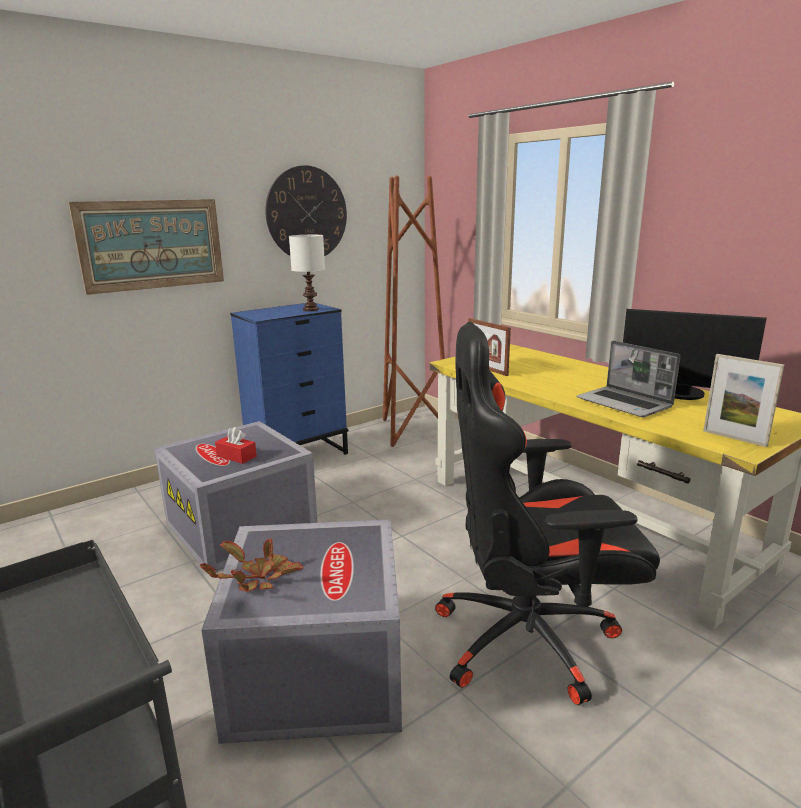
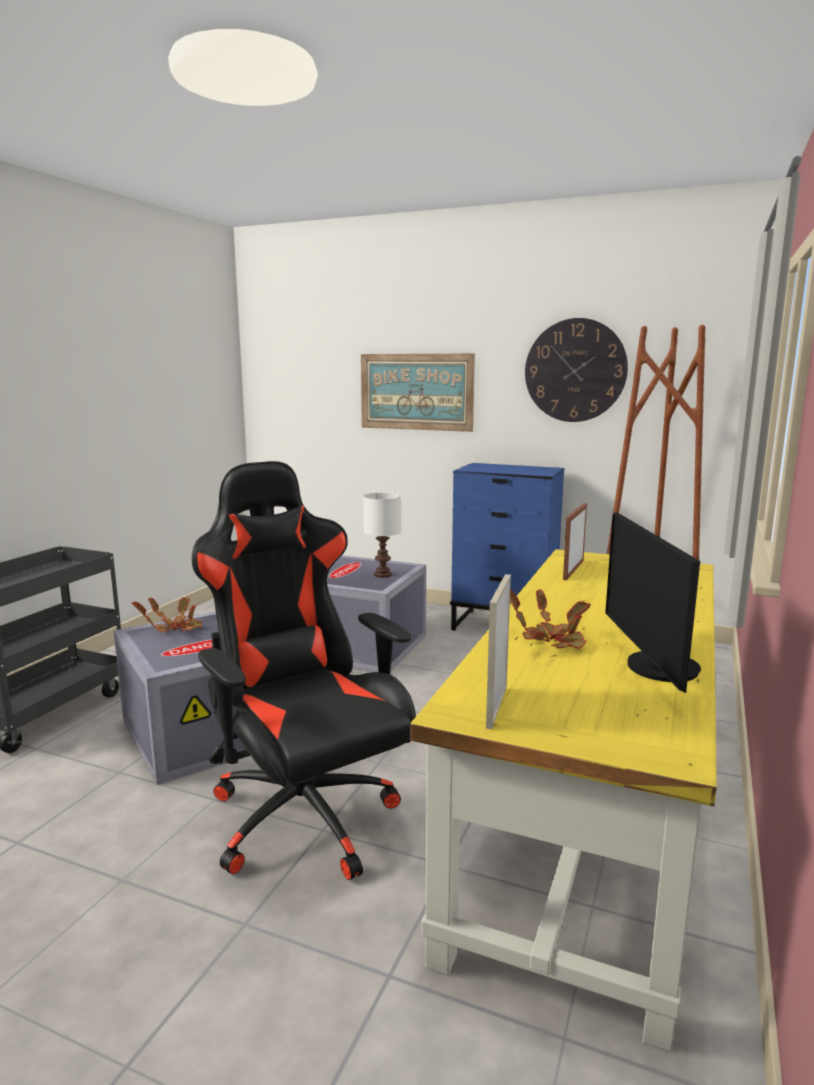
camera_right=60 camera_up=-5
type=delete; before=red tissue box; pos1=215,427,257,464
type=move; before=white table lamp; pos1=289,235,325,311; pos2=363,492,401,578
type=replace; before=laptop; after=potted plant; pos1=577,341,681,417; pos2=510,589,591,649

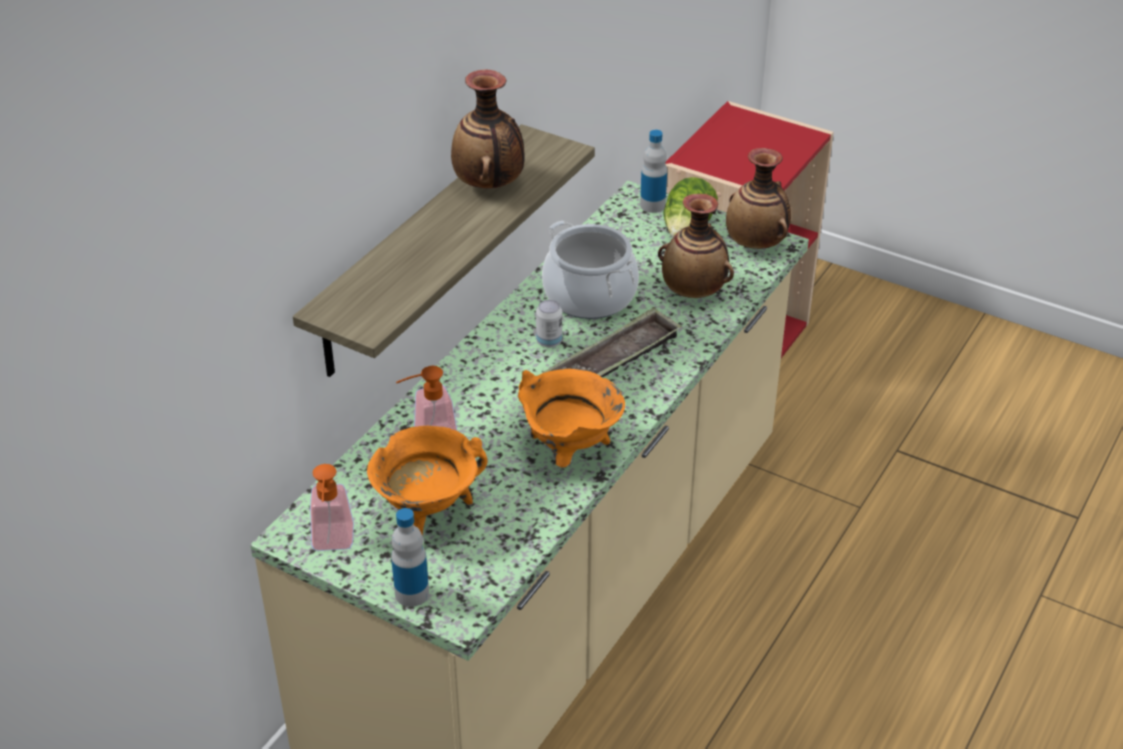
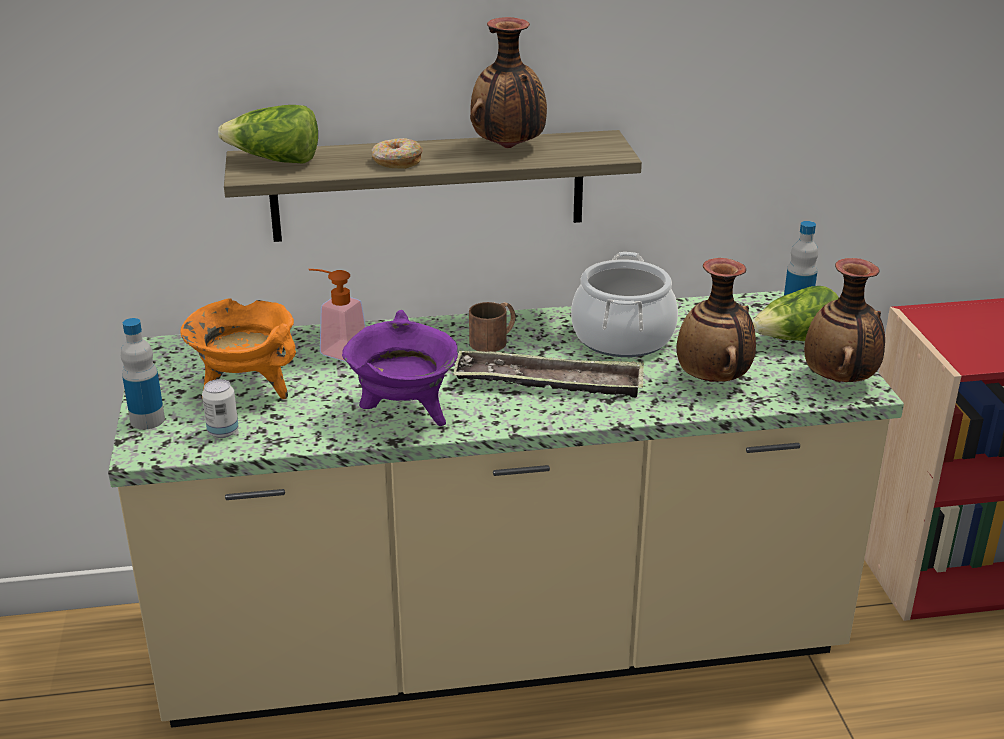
camera_right=50 camera_up=-10
type=delete; before=soap dispenser; pos1=310,464,354,551
type=insert; after=lettuce; pos2=218,105,318,163
type=insert; after=donut; pos2=371,138,423,169
type=insert; after=brown mug; pos2=469,302,516,352
type=move; before=can; pos1=536,300,562,348; pos2=202,379,239,438
type=recolor; before=orange cooking pot; after=purple cooking pot; pos1=518,369,625,467; pos2=342,310,458,426

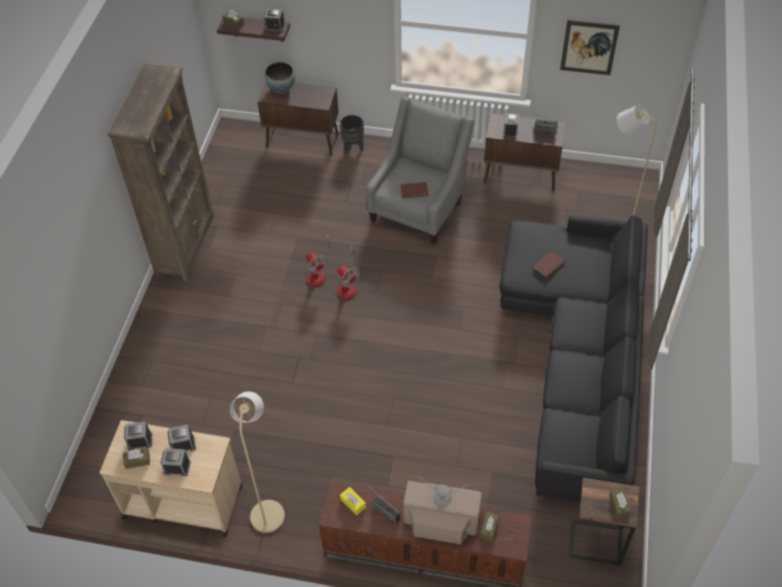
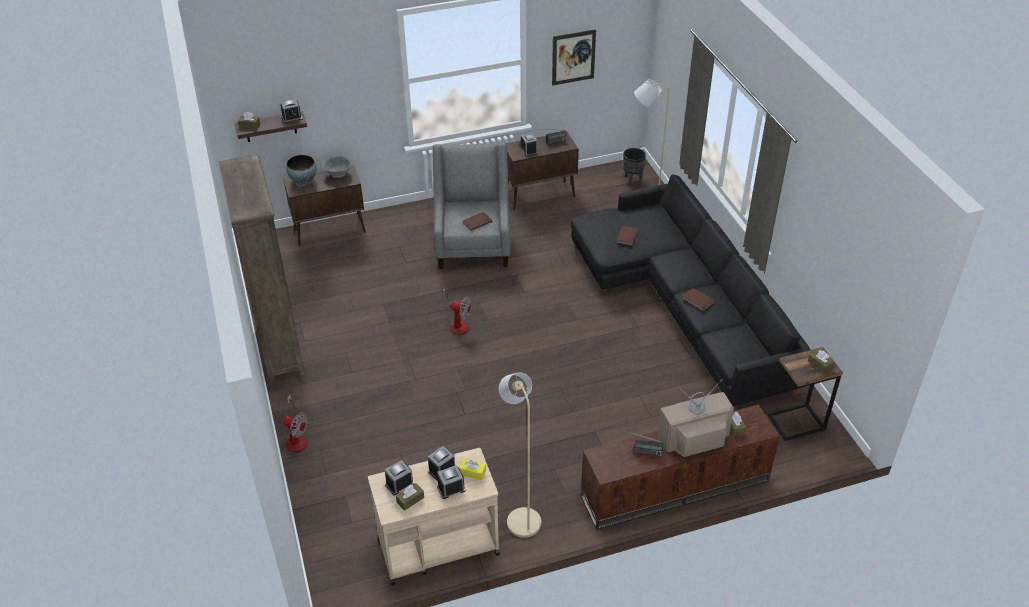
camera_right=-30 camera_up=-10
type=insert; after=grey bowl; pos2=323,156,352,178
type=insert; after=brown book; pos2=682,288,715,311
type=move; before=fan; pos1=306,234,332,287; pos2=283,395,308,453
type=move; before=black planter; pos1=340,115,364,153; pos2=623,148,646,186
type=move; before=yellow tissue box; pos1=340,487,366,516; pos2=459,458,486,480

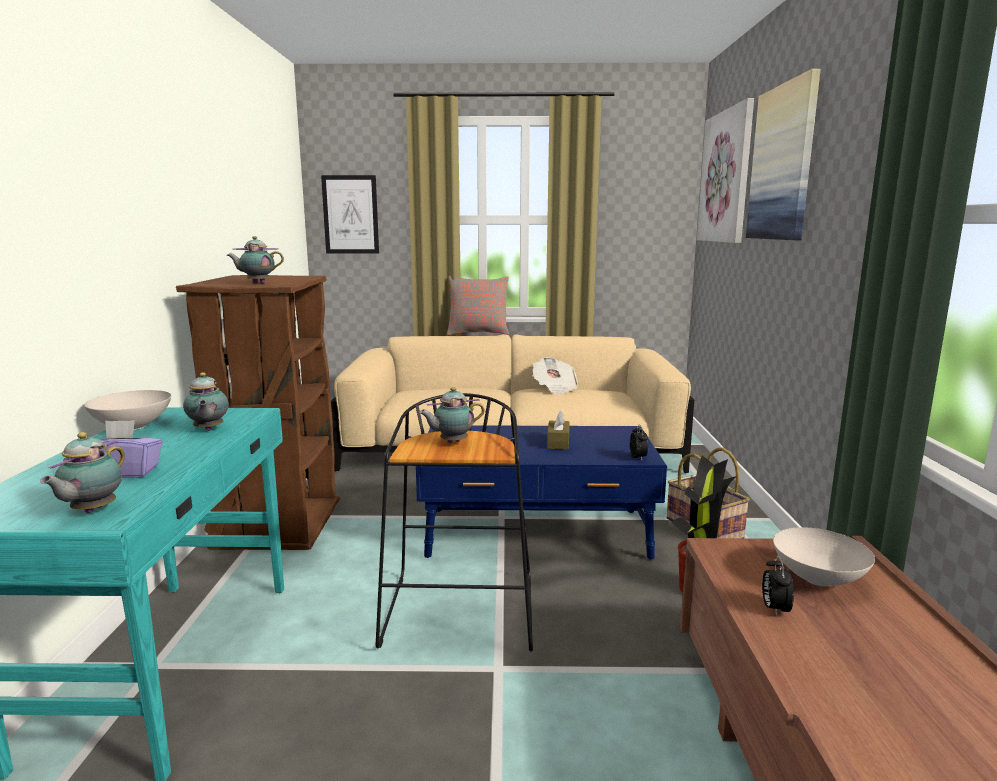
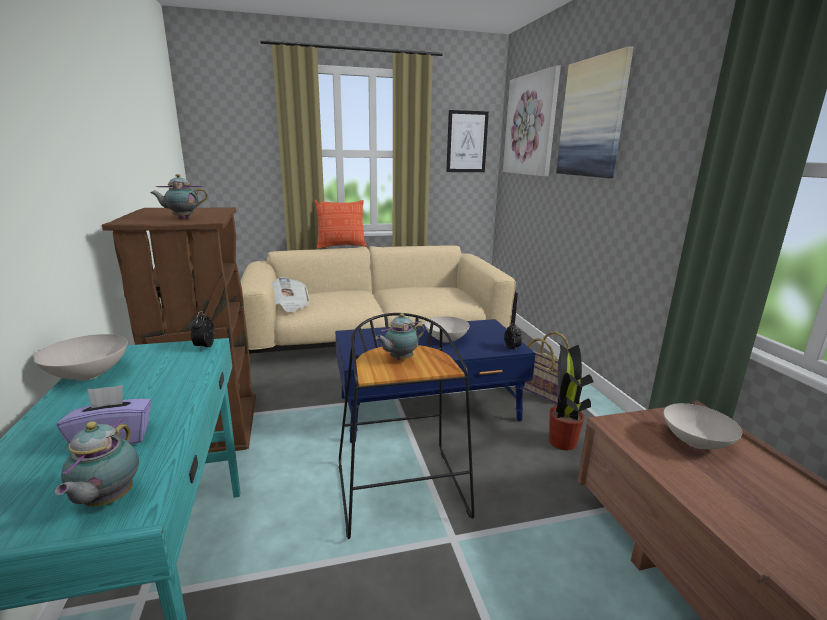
camera_right=-15 camera_up=5
type=delete; before=teapot; pos1=183,373,229,431
type=move; before=picture; pos1=321,175,379,253; pos2=446,110,489,172
type=move; before=newspaper; pos1=533,357,578,395; pos2=271,277,309,312
type=move; before=alarm clock; pos1=762,556,794,617; pos2=191,311,214,350
type=replace; before=brown tissue box; after=white bowl; pos1=547,411,570,450; pos2=425,316,470,343
type=recolor; before=grey pillow; after=orange pillow; pos1=447,276,509,335; pos2=314,200,367,249

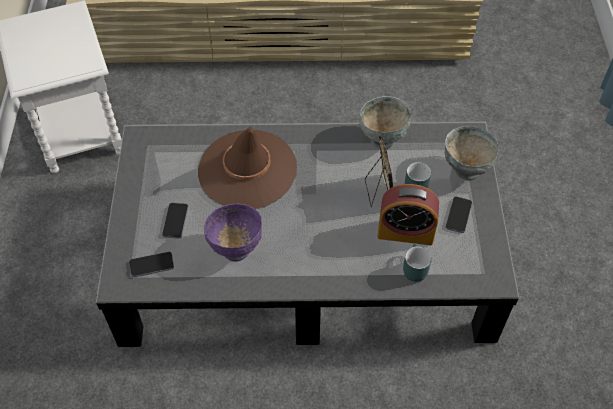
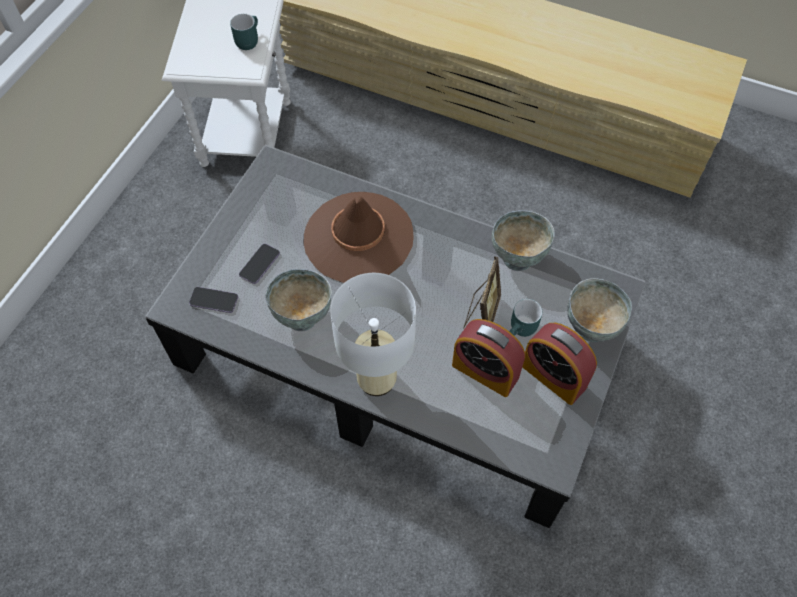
camera_right=25 camera_up=5
type=insert; after=white table lamp; pos2=330,273,416,396
type=move; before=turquoise mug; pos1=403,243,432,282; pos2=230,14,258,50
type=replace; before=phone; after=alarm clock; pos1=445,196,472,233; pos2=522,323,597,405
type=recolor; before=purple bowl; after=grey bowl; pos1=204,203,262,261; pos2=266,269,332,332

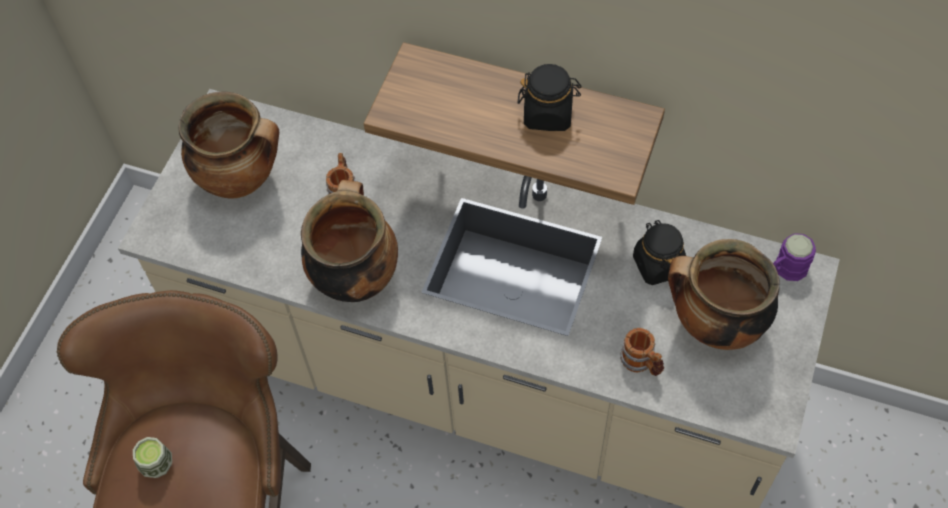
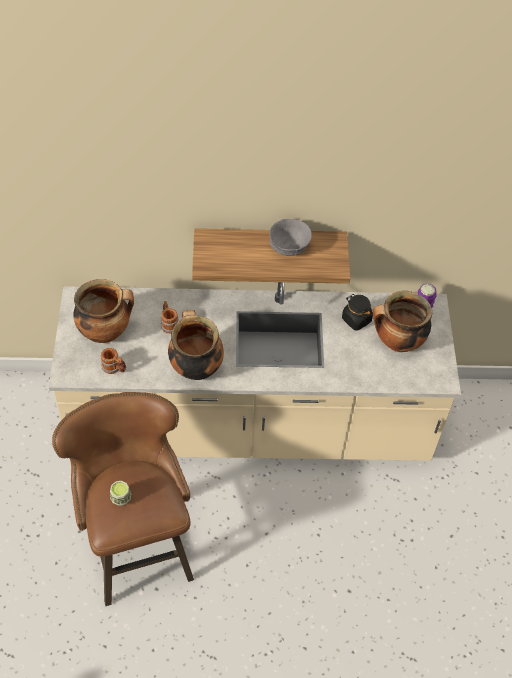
camera_right=-25 camera_up=-5
type=move; before=mug; pos1=620,328,664,376; pos2=101,348,126,374
type=replace; before=black jar; after=grey bowl; pos1=518,64,582,131; pos2=269,219,312,256

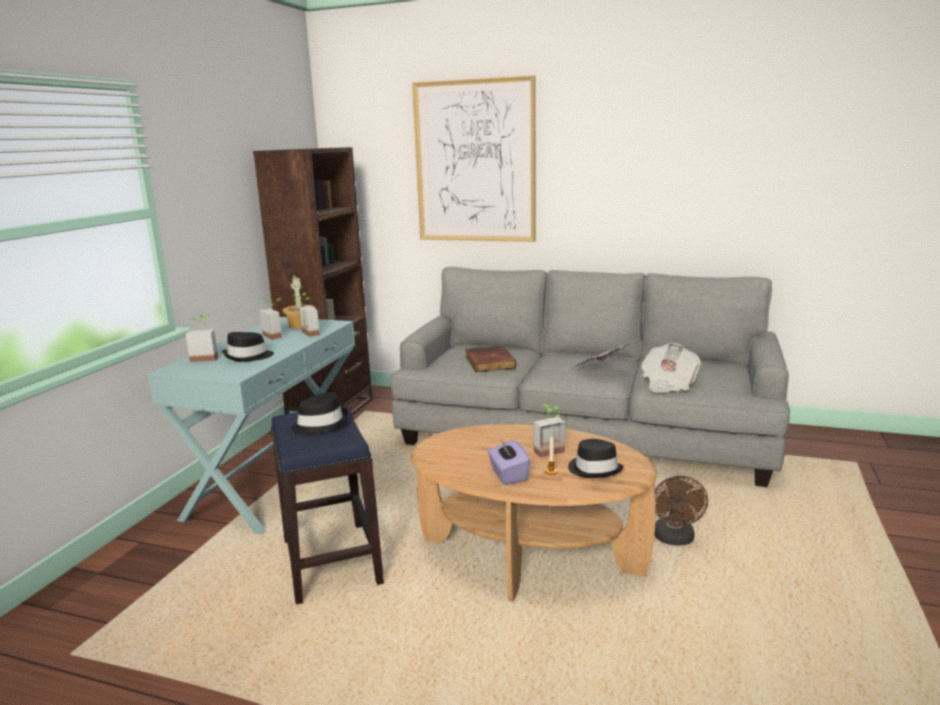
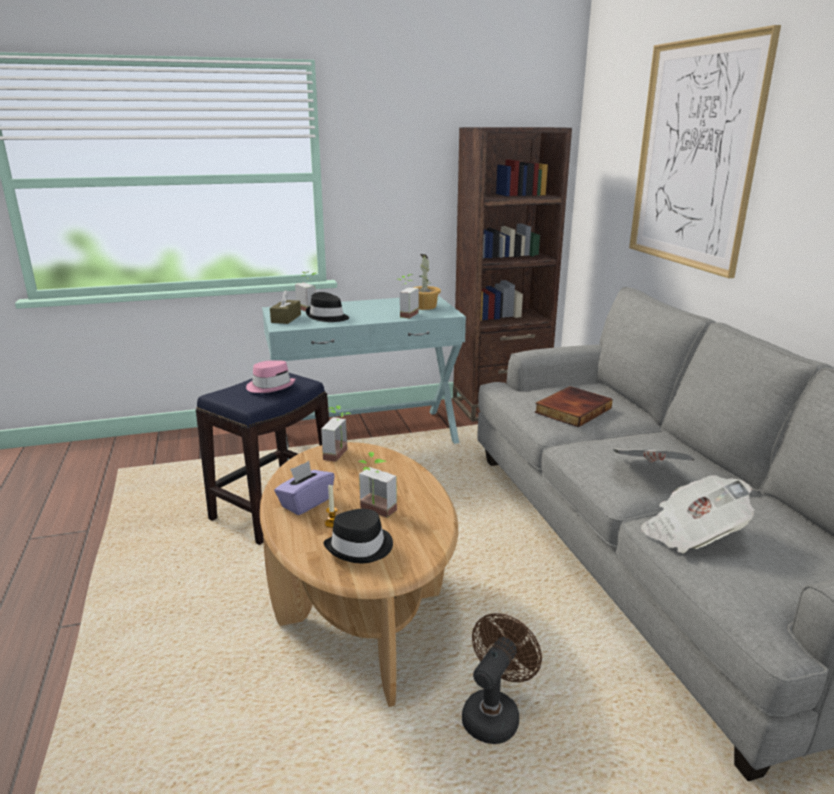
camera_right=55 camera_up=5
type=insert; after=brown tissue box; pos2=270,290,301,324
type=move; before=potted plant; pos1=260,297,282,340; pos2=321,405,351,462
type=recolor; before=black hat; after=pink hat; pos1=291,392,348,435; pos2=246,361,295,393
type=rotate; before=brown fan; pos1=654,476,708,545; pos2=462,613,542,744; turn=150

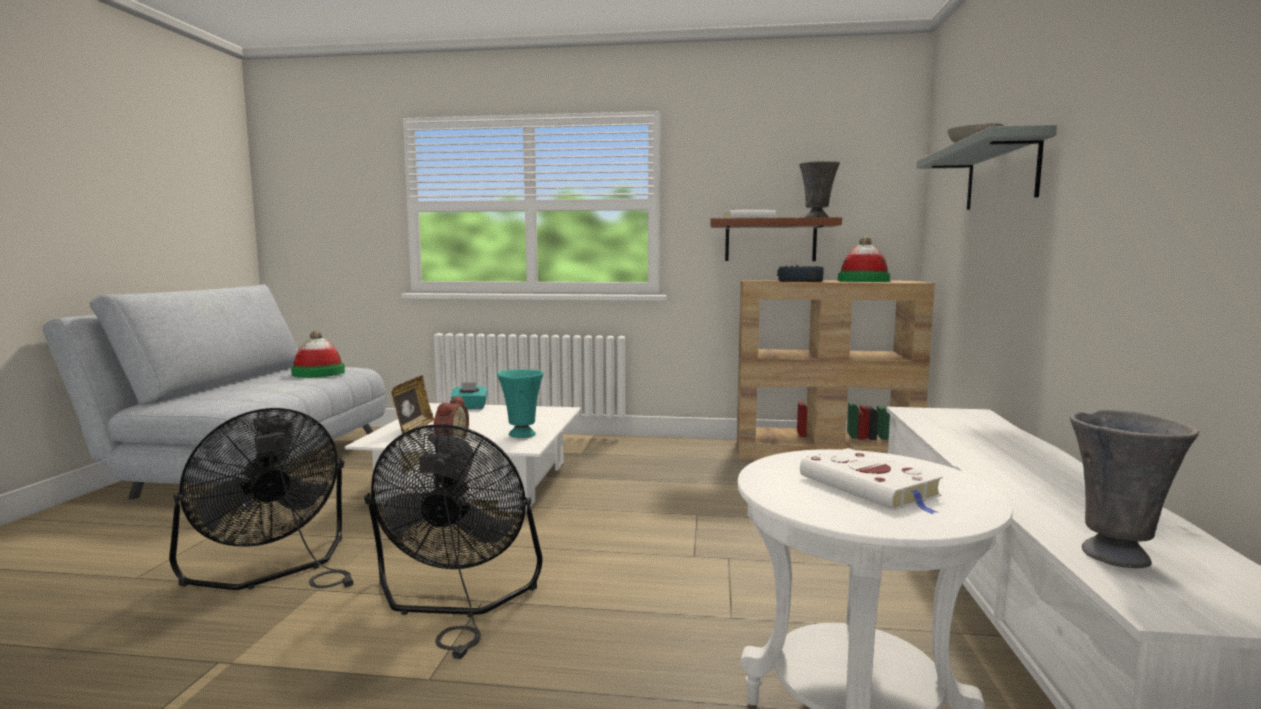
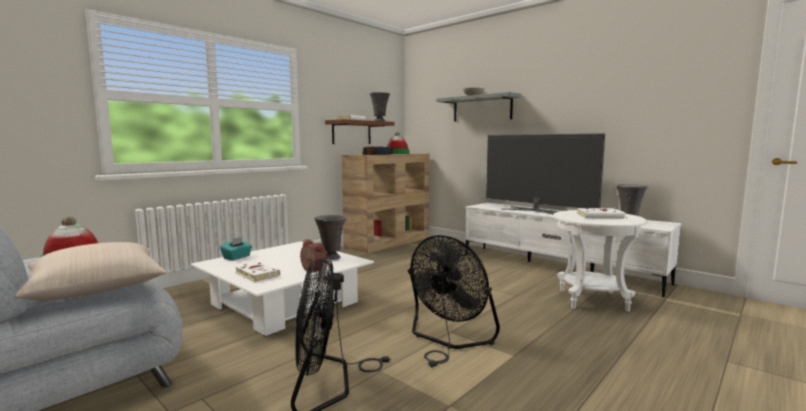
camera_right=-55 camera_up=0
type=insert; after=beige pillow; pos2=15,242,166,300
type=insert; after=television; pos2=486,133,605,214
type=replace; before=picture frame; after=white book; pos1=391,376,434,435; pos2=235,261,281,282
type=recolor; before=turquoise vase; after=grey vase; pos1=497,369,544,438; pos2=314,215,346,260
type=rotate; before=black fan; pos1=364,424,542,659; pos2=408,235,500,367; turn=90

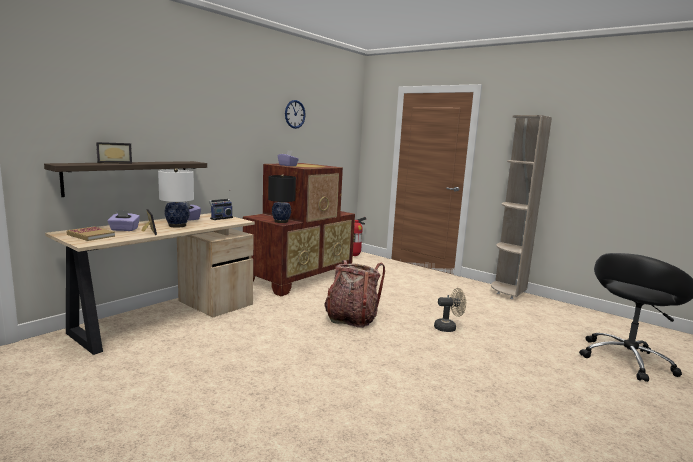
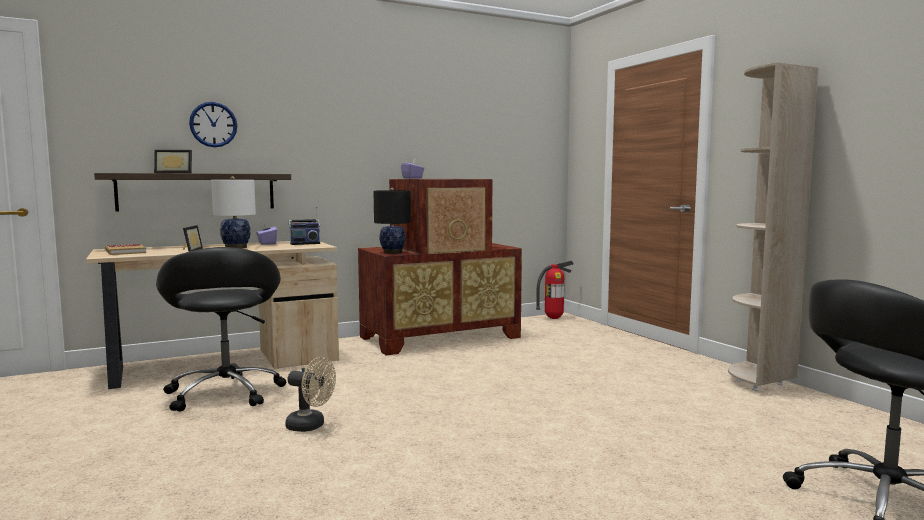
camera_right=25 camera_up=-5
type=delete; before=purple tissue box; pos1=107,210,140,231
type=delete; before=backpack; pos1=324,260,385,328
type=insert; after=black office chair; pos2=156,247,286,412
type=move; before=wall clock; pos1=285,100,306,129; pos2=189,102,237,147
type=move; before=beige fan; pos1=434,288,466,332; pos2=285,357,336,432

